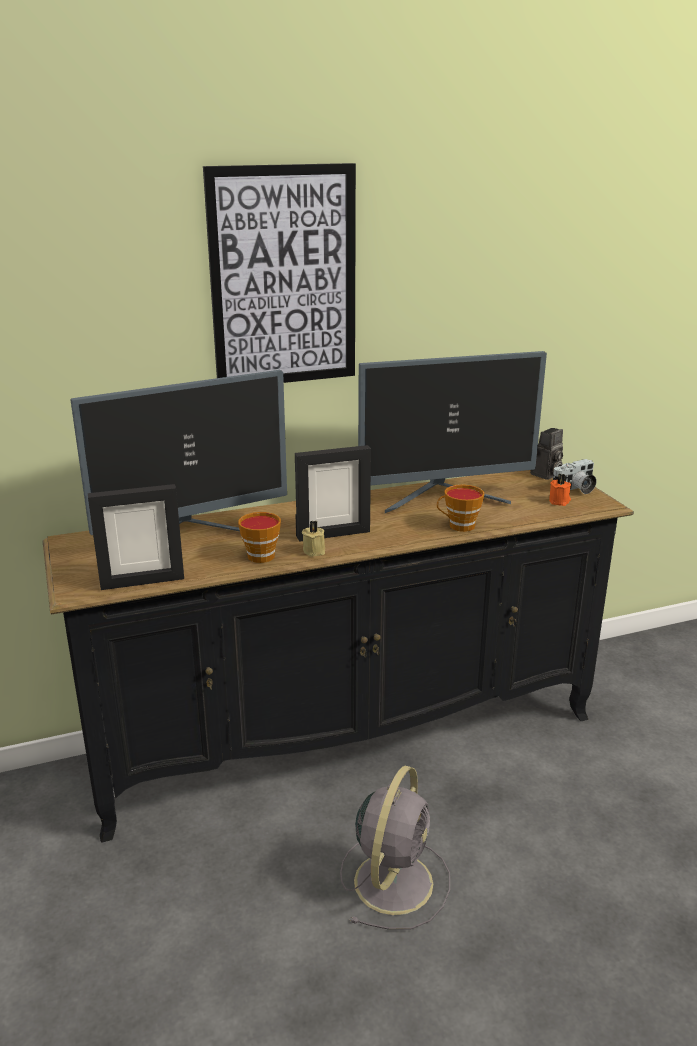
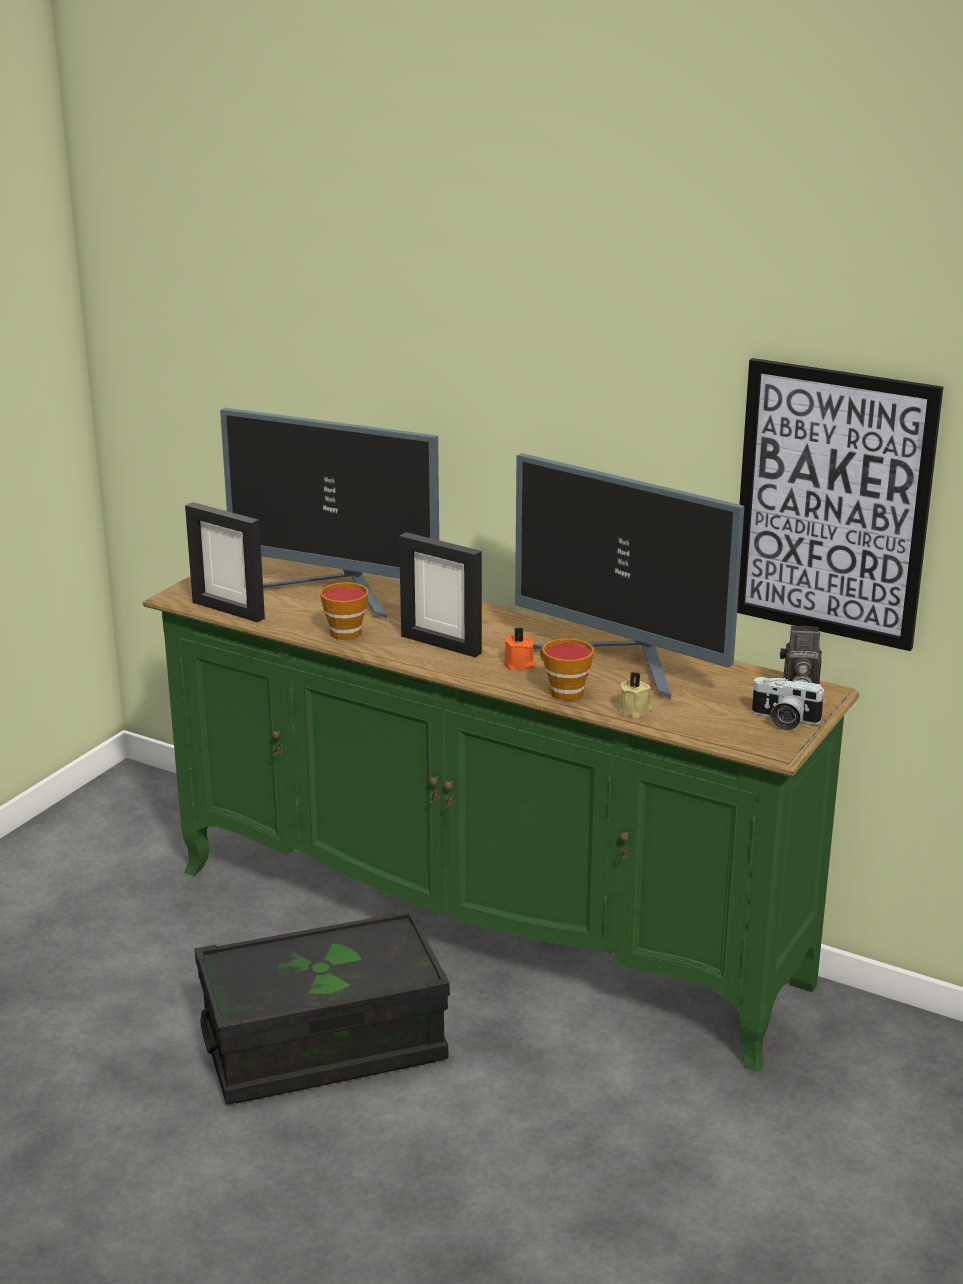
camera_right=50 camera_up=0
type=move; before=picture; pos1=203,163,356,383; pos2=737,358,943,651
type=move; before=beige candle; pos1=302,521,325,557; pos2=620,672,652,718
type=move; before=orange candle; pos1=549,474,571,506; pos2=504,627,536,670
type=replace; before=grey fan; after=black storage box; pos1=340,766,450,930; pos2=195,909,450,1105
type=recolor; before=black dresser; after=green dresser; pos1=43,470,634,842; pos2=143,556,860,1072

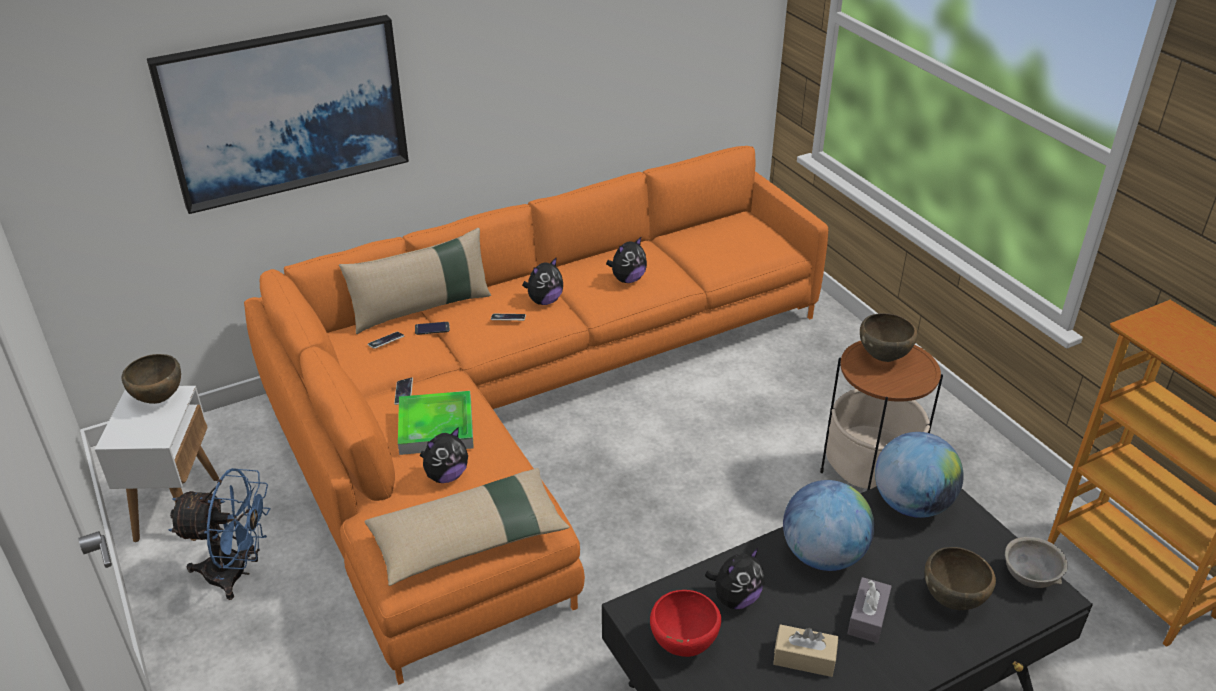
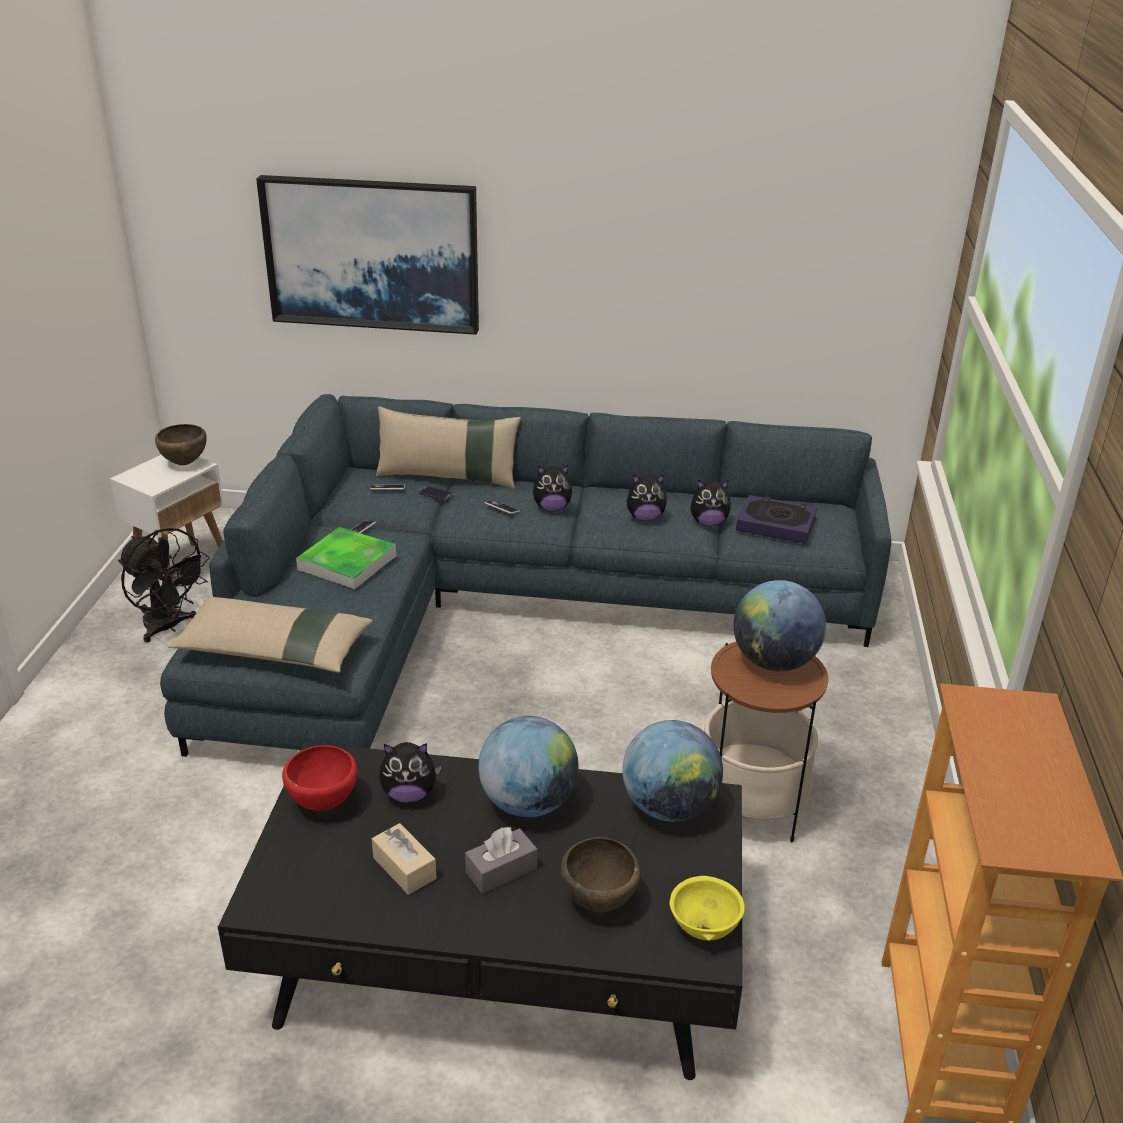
camera_right=35 camera_up=-5
type=insert; after=book; pos2=736,495,818,544
type=move; before=plush toy; pos1=420,428,468,483; pos2=690,480,732,526
type=replace; before=brown bowl; after=globe; pos1=860,313,918,362; pos2=733,580,826,672
type=recolor; before=blue fan; after=black fan; pos1=169,468,271,600; pos2=118,528,210,643
type=recolor; before=orange sofa; after=blue sofa; pos1=244,146,828,685; pos2=160,394,891,757
type=recolor; before=grey bowl; after=yellow bowl; pos1=1005,537,1068,588; pos2=669,876,745,941

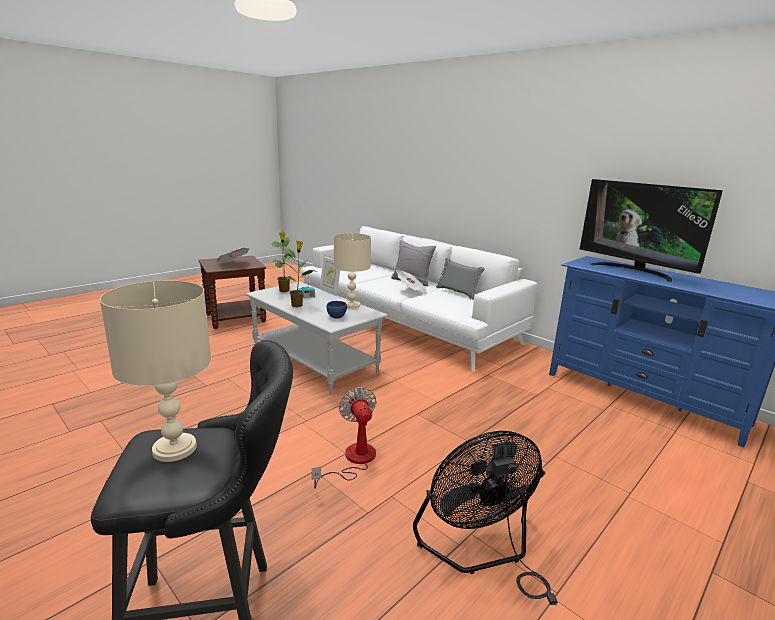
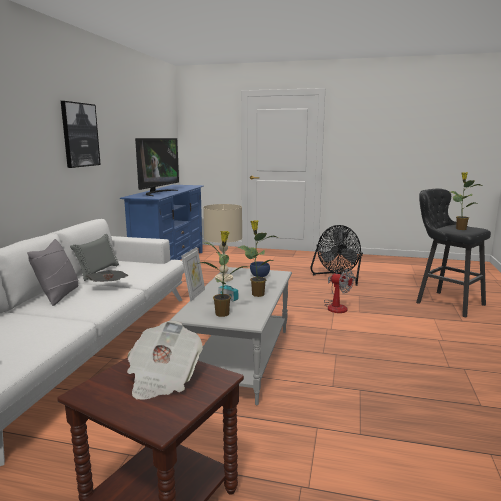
camera_right=-120 camera_up=-5
type=insert; after=picture; pos2=61,101,101,168
type=replace; before=beige table lamp; after=potted plant; pos1=100,280,211,462; pos2=450,172,482,230
type=rotate; before=fan; pos1=312,387,376,489; pos2=324,269,354,313; turn=-90

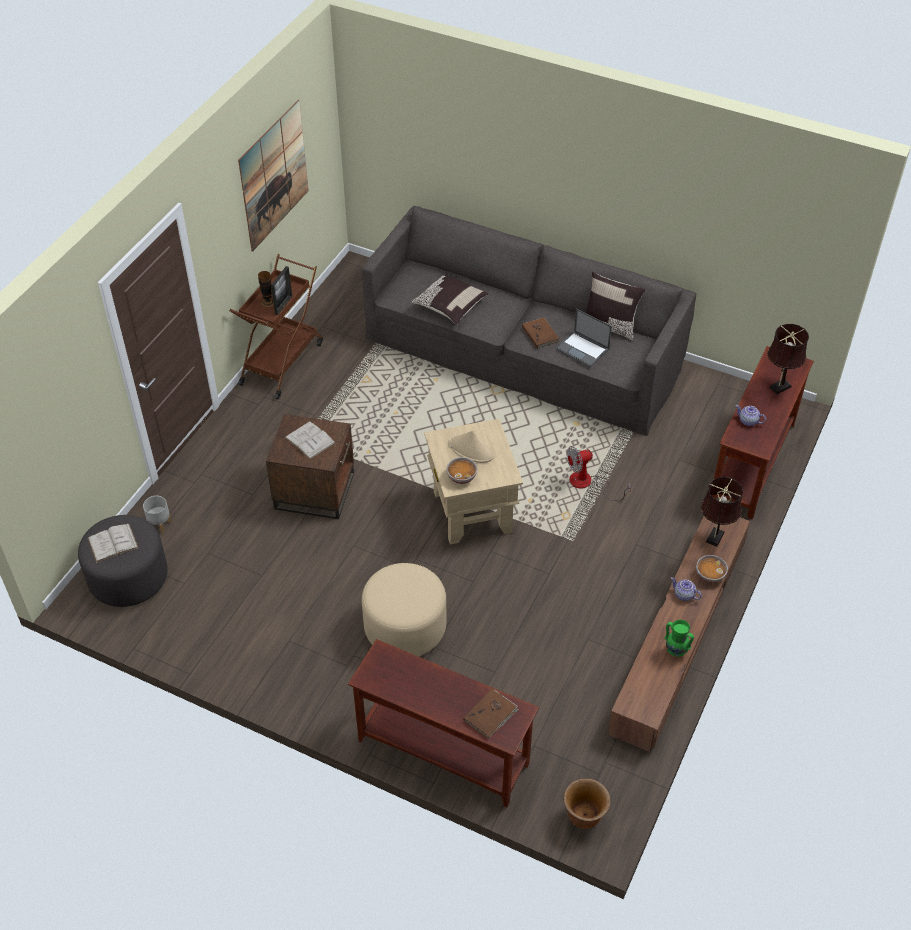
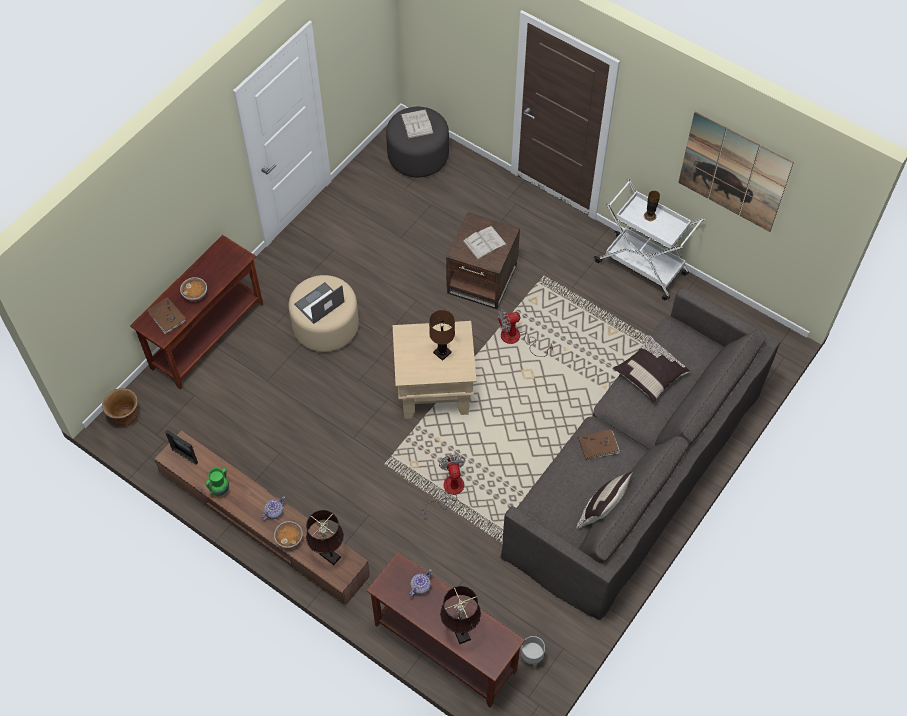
camera_right=100 camera_up=10
type=insert; after=fan; pos2=497,309,553,357
type=move; before=grey planter; pos1=143,496,172,533; pos2=520,636,545,669
type=move; before=picture frame; pos1=271,266,292,315; pos2=165,430,198,465
type=move; before=bowl; pos1=447,457,477,484; pos2=180,277,207,302
type=move; before=laptop; pos1=556,309,612,368; pos2=294,282,344,324
type=replace; before=beige hat; after=brown table lamp; pos1=449,431,494,463; pos2=429,310,455,361
type=recolor; before=brown cart; after=white cart; pos1=229,254,323,399; pos2=593,179,705,300

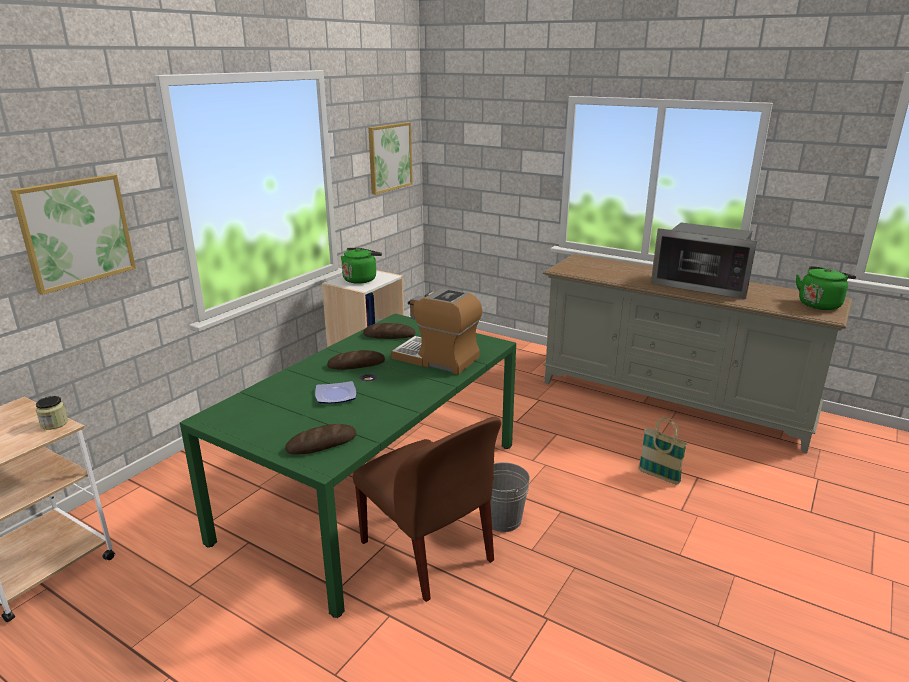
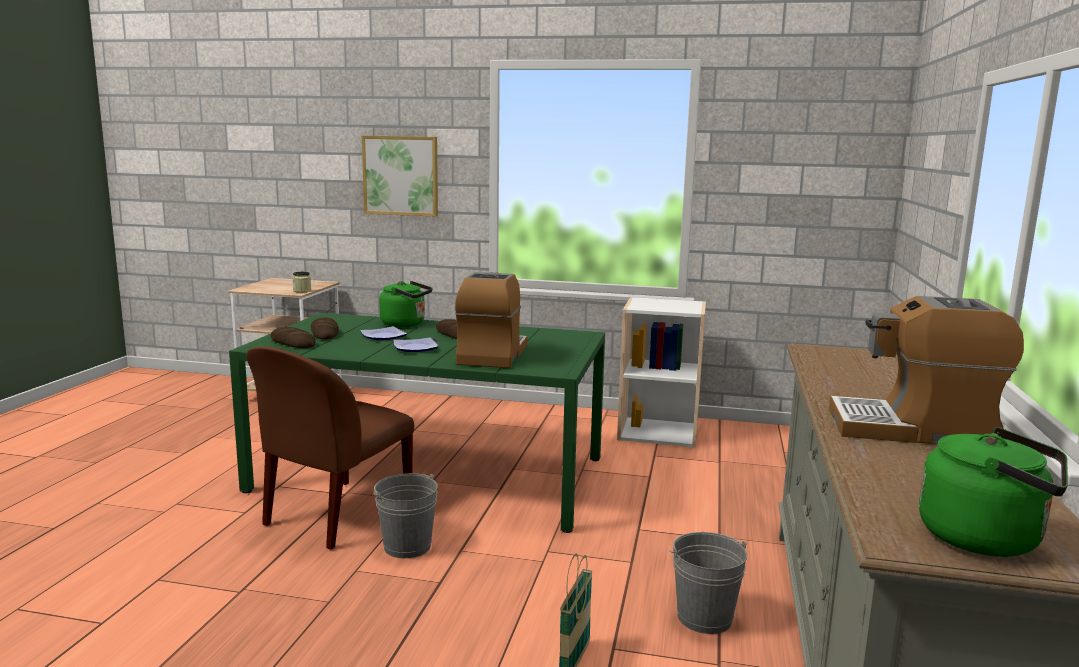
camera_right=70 camera_up=-10
type=delete; before=picture; pos1=368,122,413,195
type=insert; after=plate; pos2=393,337,438,352
type=insert; after=grey bucket; pos2=669,532,747,634
type=move; before=green kettle; pos1=341,248,382,284; pos2=379,281,433,327
type=move; before=bread; pos1=363,323,415,339; pos2=311,317,339,340
type=replace; before=microwave; after=coffee machine; pos1=651,223,757,300; pos2=829,296,1024,444

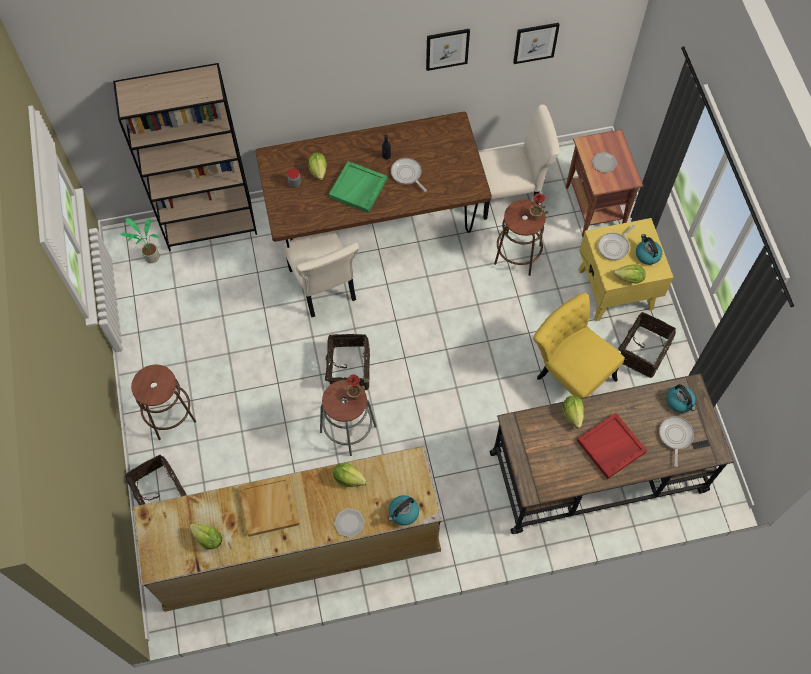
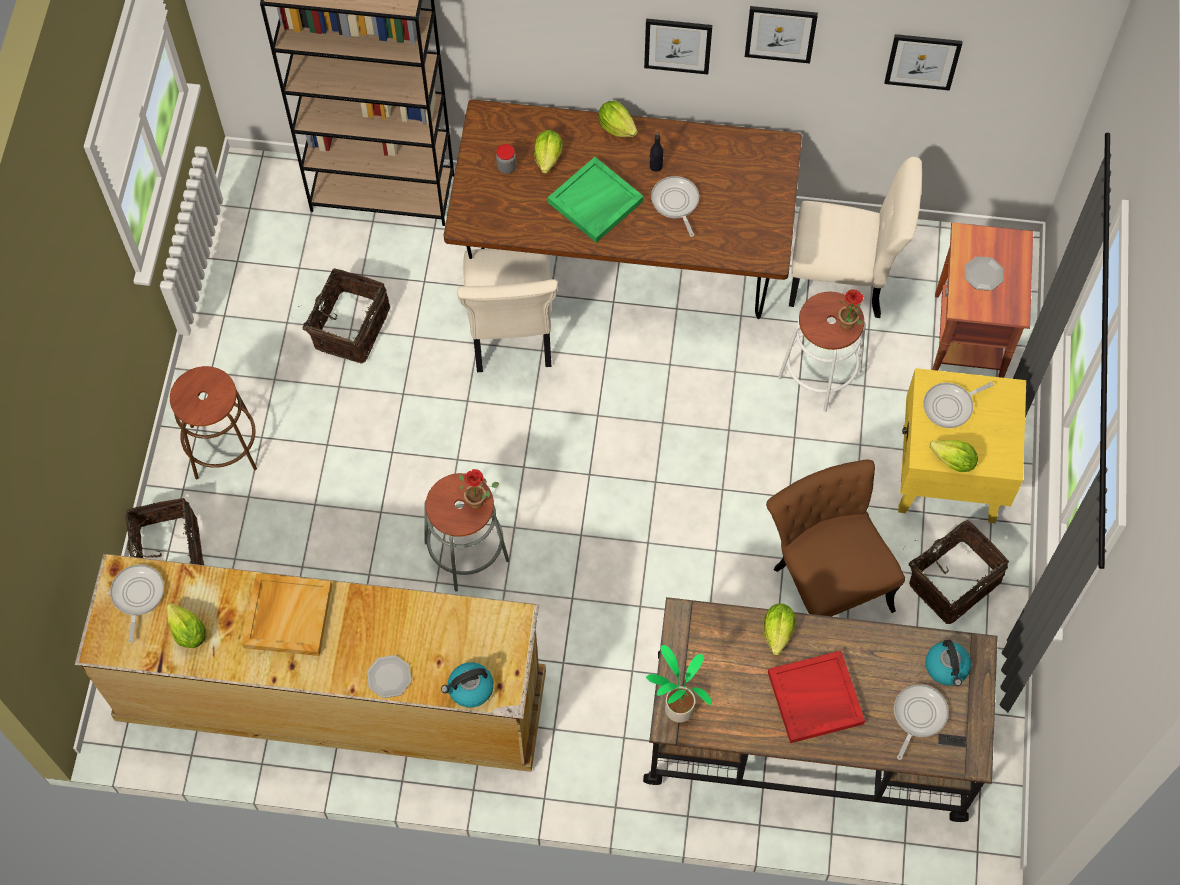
camera_right=20 camera_up=0
type=delete; before=kettle; pos1=636,234,662,265
type=insert; after=frying pan; pos2=110,565,164,643
type=insert; after=picture; pos2=644,18,713,75
type=move; before=potted plant; pos1=121,218,160,263; pos2=646,645,712,723
type=move; before=basket; pos1=315,334,370,390; pos2=303,268,390,363
type=move; before=lettuce; pos1=333,462,367,487; pos2=598,101,638,137
type=recolor; before=brown stool; after=white stool; pos1=494,200,546,276; pos2=778,292,865,412
type=recolor; before=yellow chair; after=brown chair; pos1=533,293,625,398; pos2=766,460,905,616

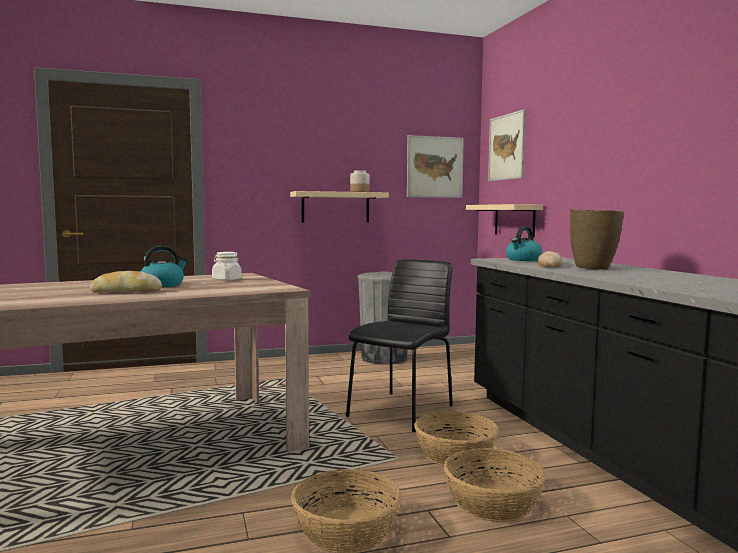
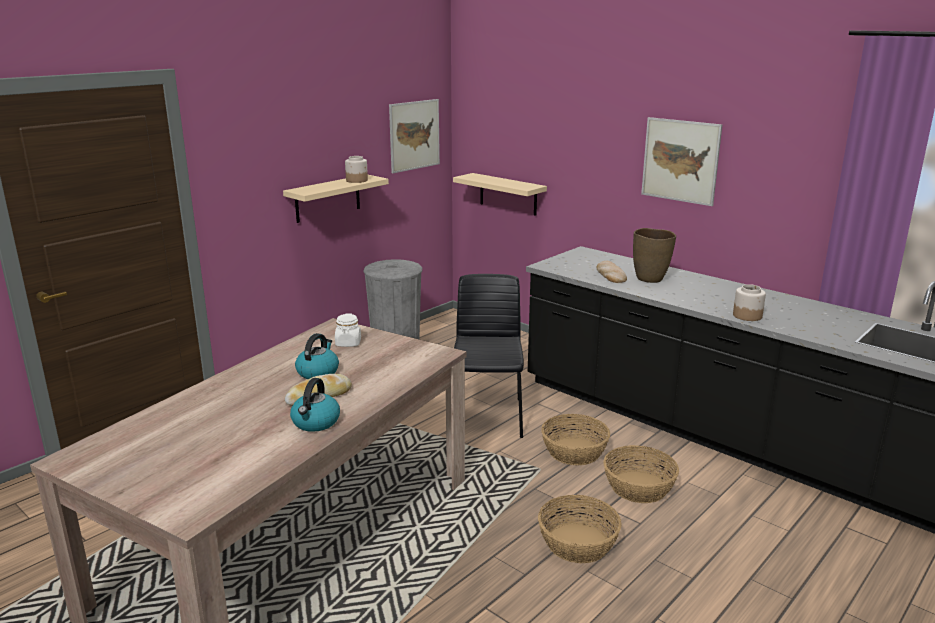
camera_right=-30 camera_up=15
type=insert; after=jar; pos2=733,284,766,321
type=move; before=picture; pos1=488,109,526,181; pos2=641,117,722,206
type=move; before=kettle; pos1=506,226,542,261; pos2=290,378,340,432

